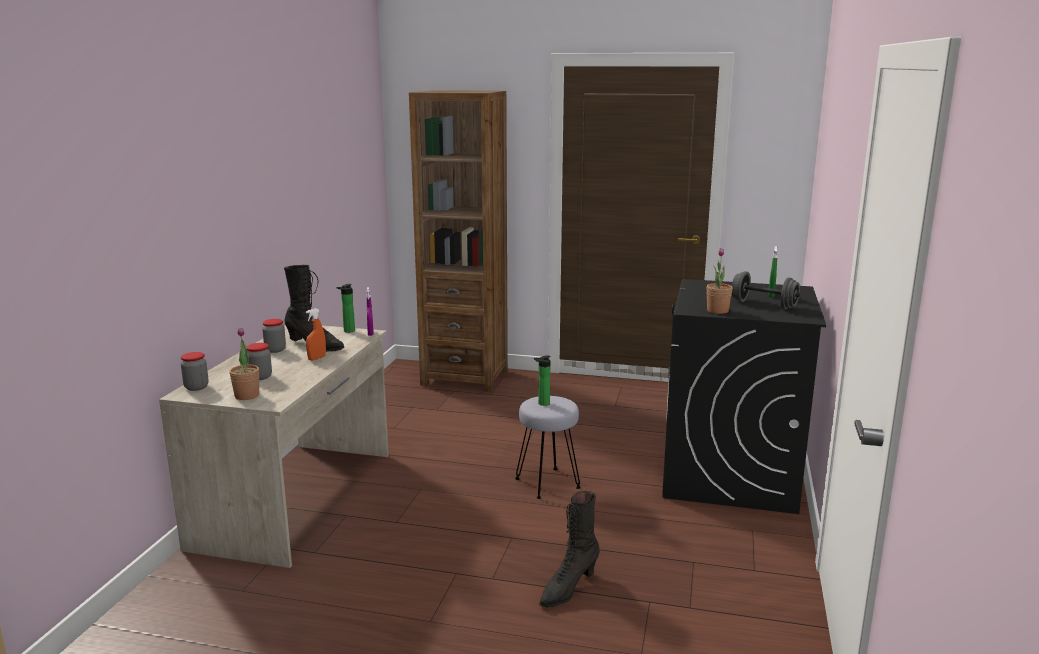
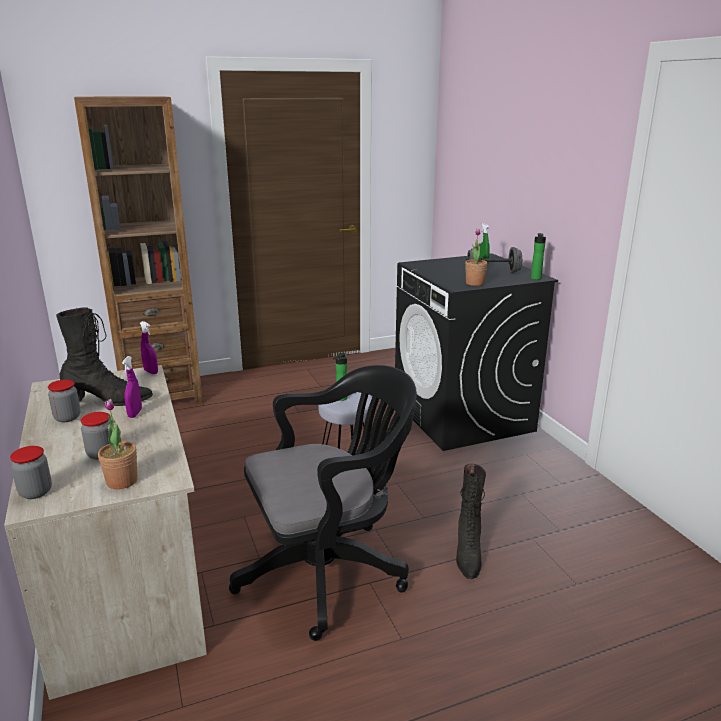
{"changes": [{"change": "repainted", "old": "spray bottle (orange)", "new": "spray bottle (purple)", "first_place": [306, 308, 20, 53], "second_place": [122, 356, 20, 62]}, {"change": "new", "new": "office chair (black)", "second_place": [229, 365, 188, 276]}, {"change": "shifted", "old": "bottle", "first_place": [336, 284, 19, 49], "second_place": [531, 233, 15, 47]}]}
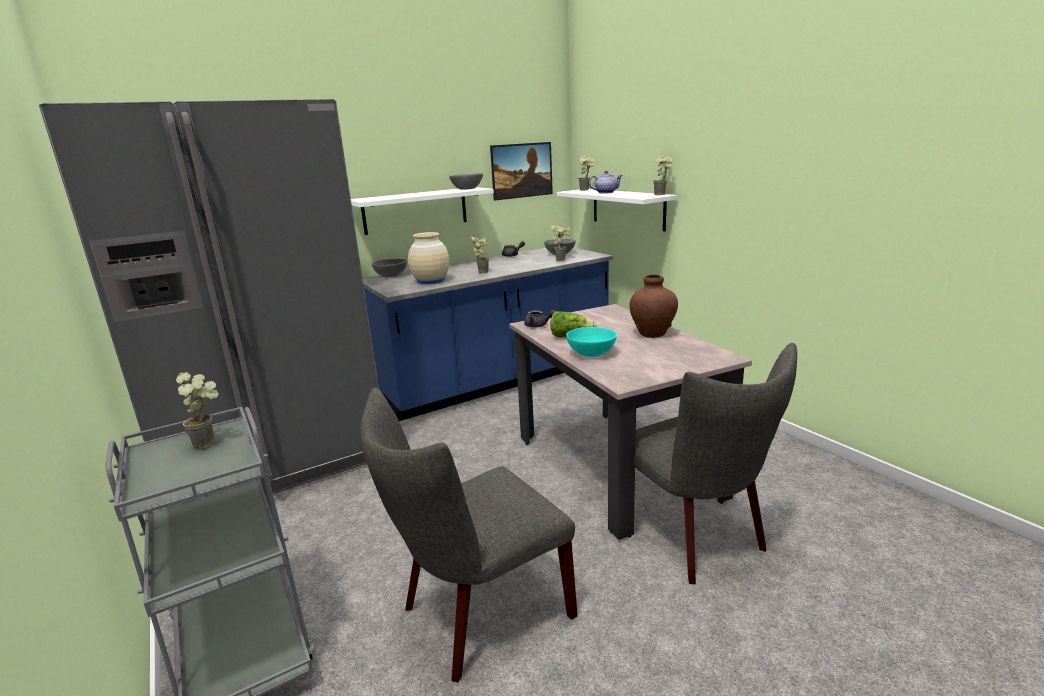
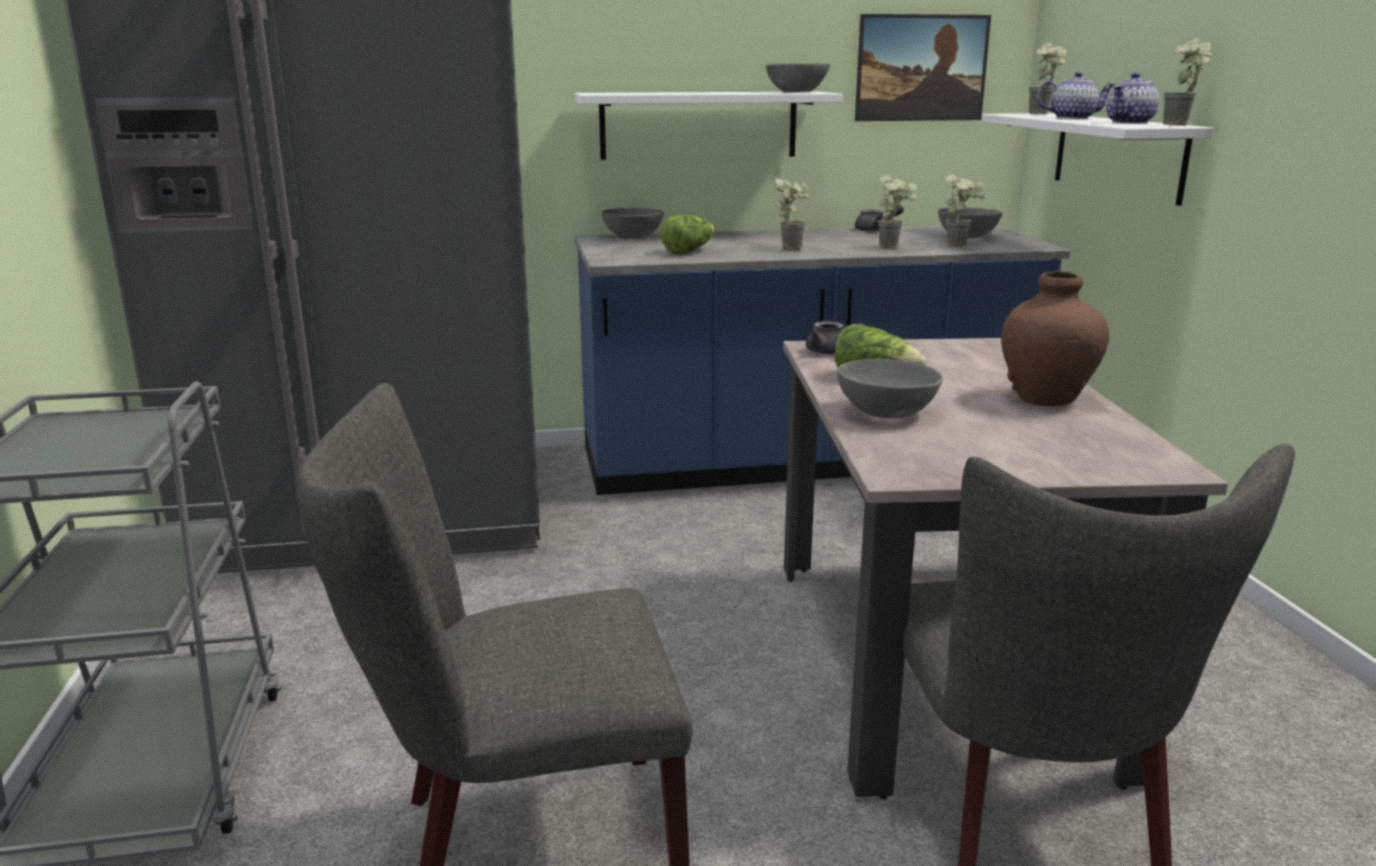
{"changes": [{"change": "swapped", "old": "vase (beige)", "new": "lettuce", "first_place": [408, 232, 41, 52], "second_place": [660, 215, 54, 40]}, {"change": "repainted", "old": "bowl (turquoise)", "new": "bowl (grey)", "first_place": [566, 327, 51, 30], "second_place": [837, 359, 106, 60]}, {"change": "shifted", "old": "potted plant", "first_place": [176, 372, 43, 77], "second_place": [878, 174, 39, 75]}, {"change": "new", "new": "teapot", "second_place": [1106, 73, 53, 51]}]}
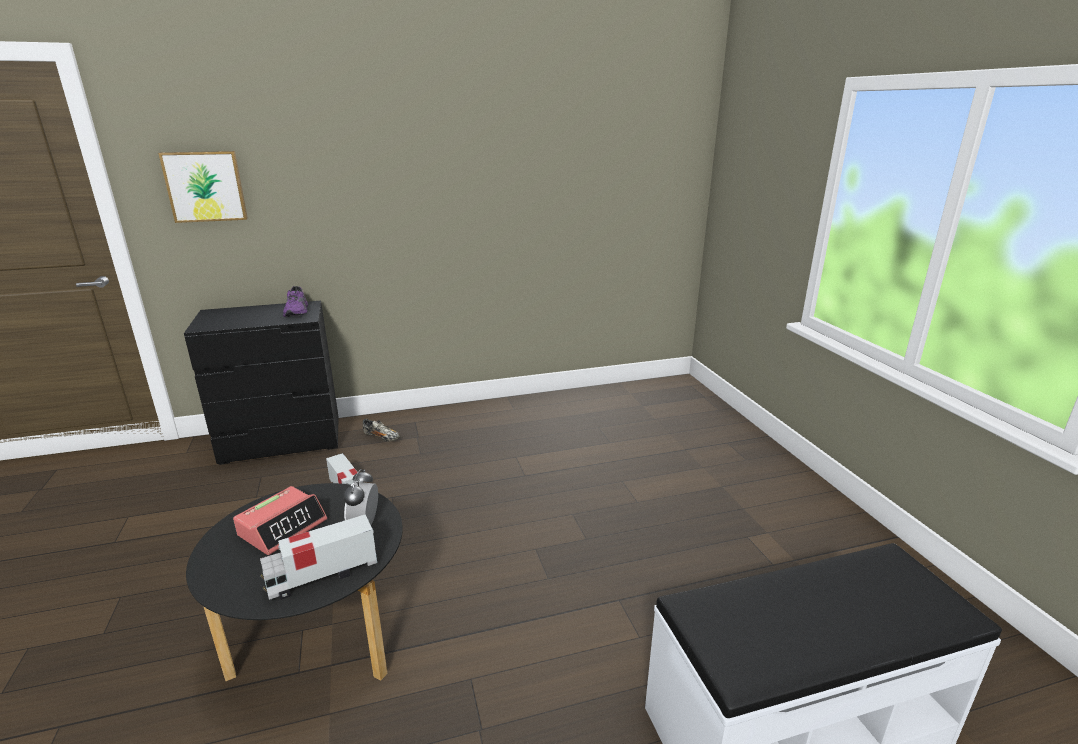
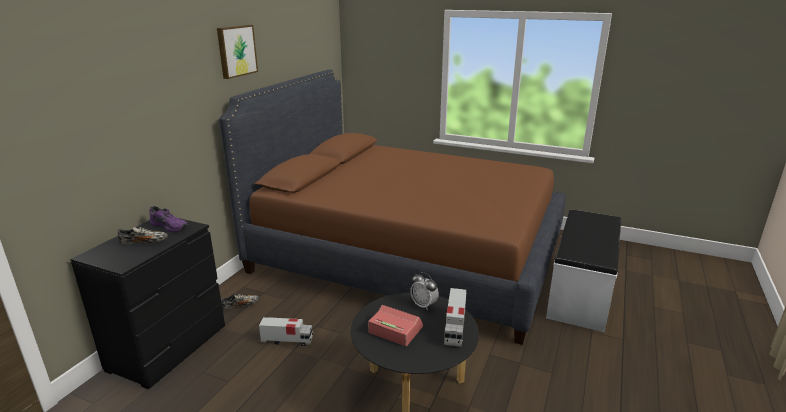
{"changes": [{"change": "new", "new": "shoe", "second_place": [117, 227, 51, 18]}, {"change": "shifted", "old": "picture", "first_place": [158, 151, 90, 72], "second_place": [217, 25, 41, 54]}, {"change": "new", "new": "bed (brown)", "second_place": [219, 69, 347, 276]}, {"change": "rotated", "old": "alarm clock", "first_place": [233, 486, 94, 69], "second_place": [368, 305, 55, 41], "degrees": -45}]}
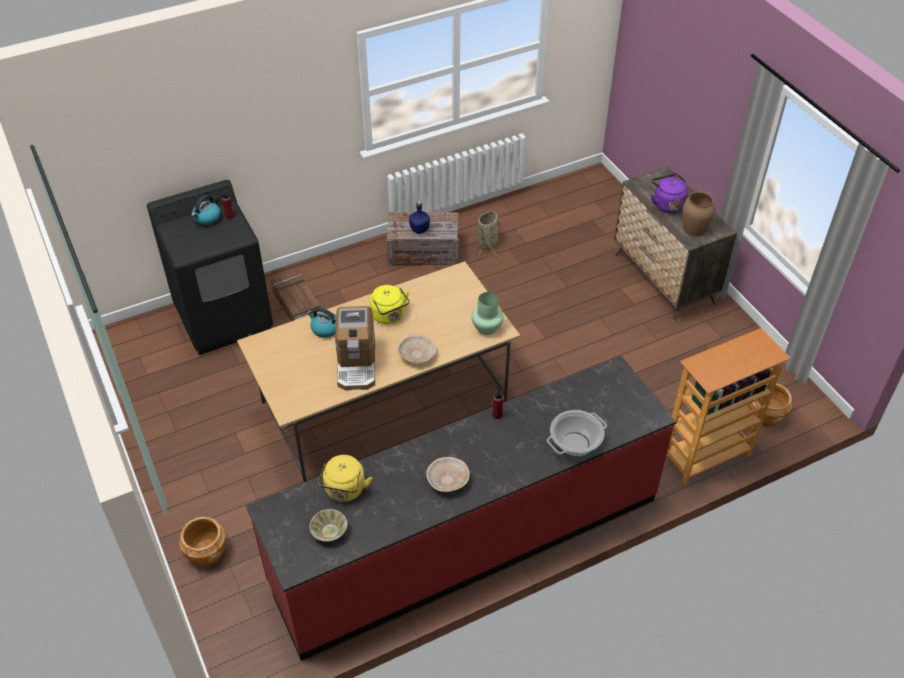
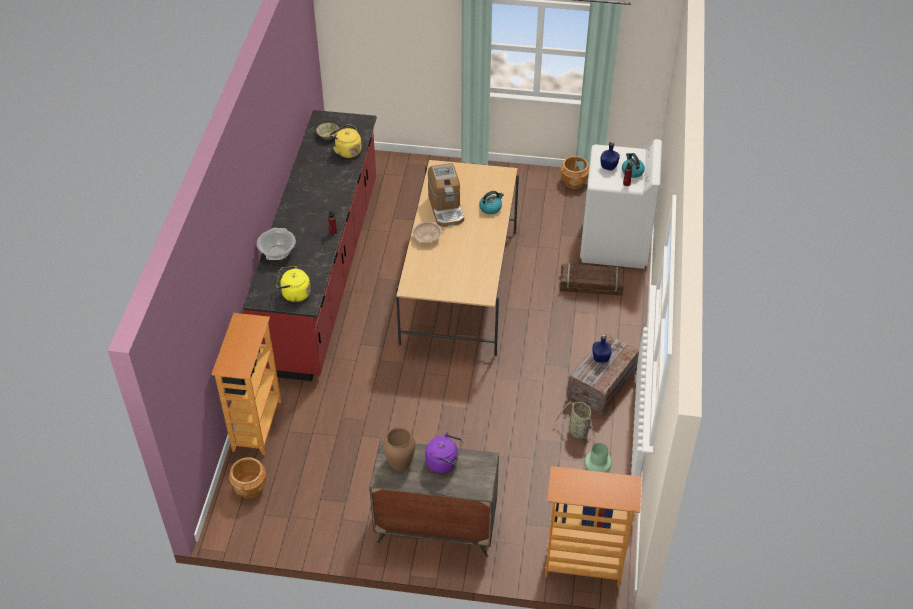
{"changes": [{"change": "shifted", "old": "kettle (yellow)", "first_place": [370, 285, 40, 39], "second_place": [276, 266, 35, 36]}, {"change": "rotated", "old": "coffee machine", "first_place": [335, 306, 40, 85], "second_place": [428, 163, 36, 64], "degrees": -135}, {"change": "new", "new": "bookcase", "second_place": [545, 466, 97, 121]}, {"change": "shifted", "old": "planter (brown)", "first_place": [179, 517, 47, 49], "second_place": [560, 156, 29, 33]}, {"change": "repainted", "old": "washing machine (black)", "new": "washing machine (white)", "first_place": [147, 180, 126, 175], "second_place": [580, 139, 82, 130]}, {"change": "shifted", "old": "vase (green)", "first_place": [471, 292, 33, 43], "second_place": [585, 443, 27, 30]}, {"change": "new", "new": "bottle (blue)", "second_place": [601, 141, 19, 30]}, {"change": "gone", "old": "bowl (beige)", "first_place": [426, 457, 44, 35]}]}
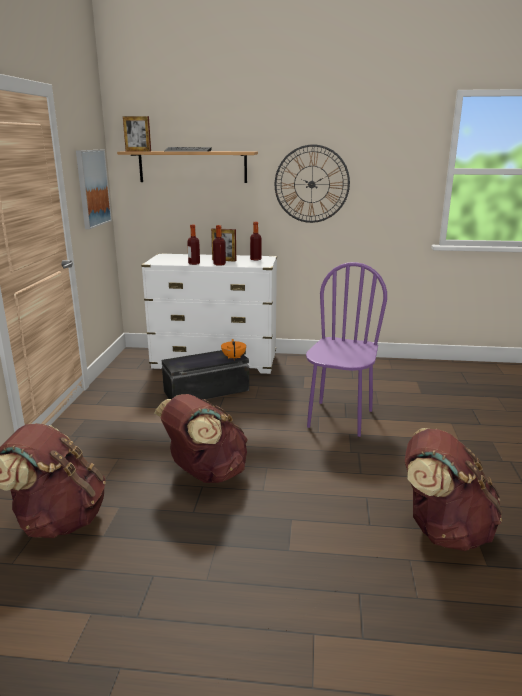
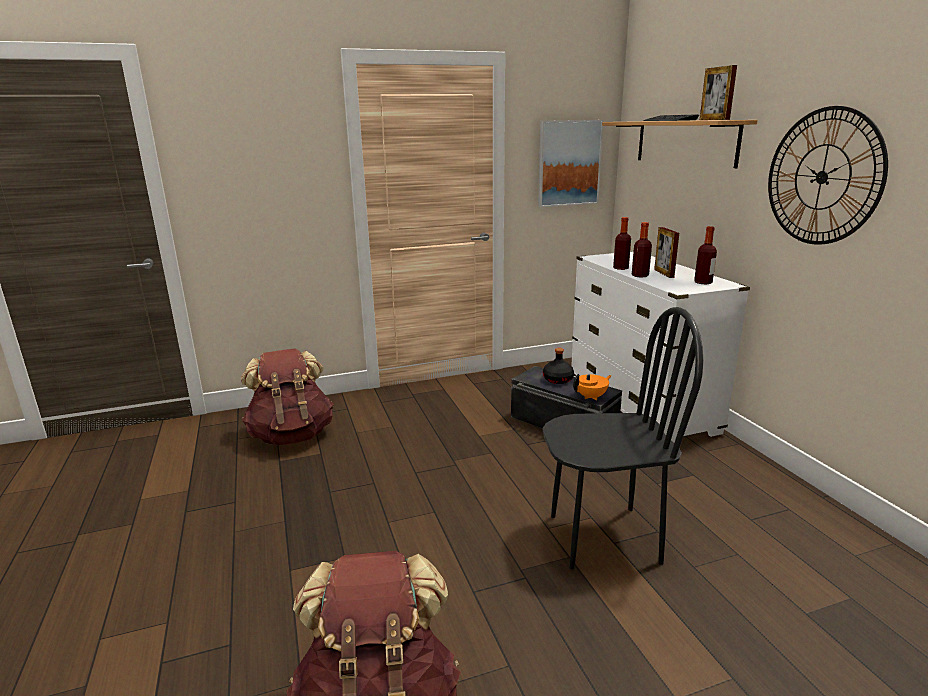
{"changes": [{"change": "repainted", "old": "chair (purple)", "new": "chair (black)", "first_place": [306, 262, 81, 175], "second_place": [543, 307, 160, 263]}, {"change": "new", "new": "bottle (black)", "second_place": [543, 348, 31, 36]}, {"change": "shifted", "old": "picture frame", "first_place": [123, 116, 28, 35], "second_place": [700, 65, 37, 55]}, {"change": "gone", "old": "backpack (brown)", "first_place": [154, 394, 94, 89]}]}
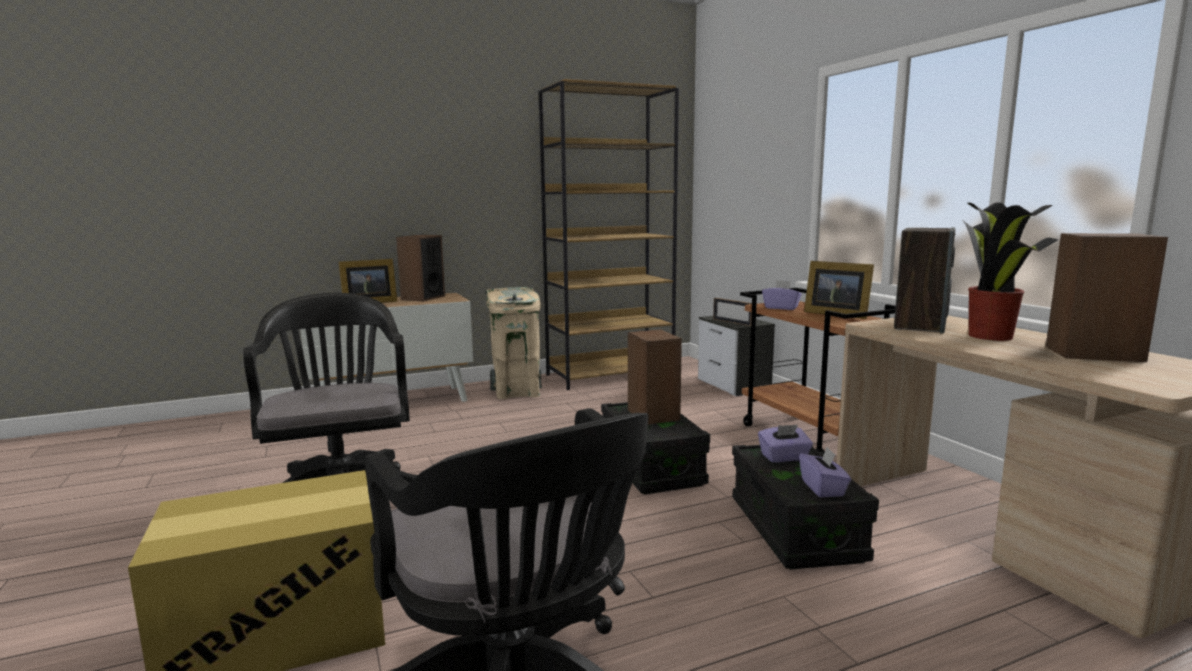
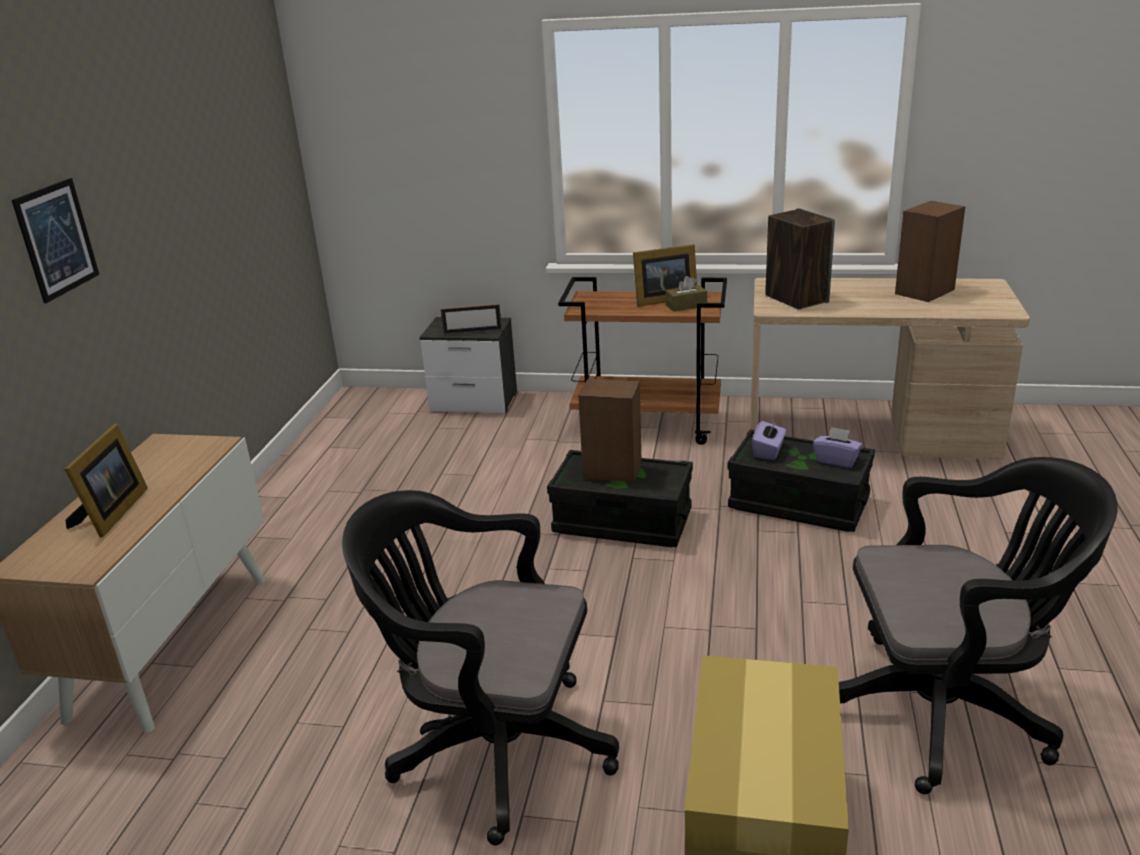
{"changes": [{"change": "new", "new": "picture", "second_place": [12, 178, 87, 125]}, {"change": "new", "new": "tissue box (brown)", "second_place": [666, 276, 41, 36]}, {"change": "gone", "old": "speaker", "first_place": [396, 235, 49, 67]}, {"change": "gone", "old": "trash can (beige)", "first_place": [485, 287, 57, 112]}, {"change": "gone", "old": "bookcase (brown)", "first_place": [539, 79, 140, 311]}, {"change": "gone", "old": "tissue box (purple)", "first_place": [762, 280, 40, 30]}, {"change": "gone", "old": "potted plant", "first_place": [963, 202, 96, 139]}]}
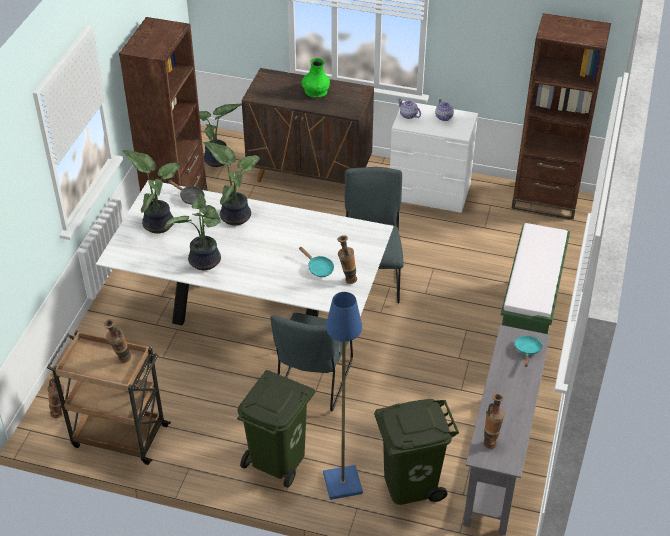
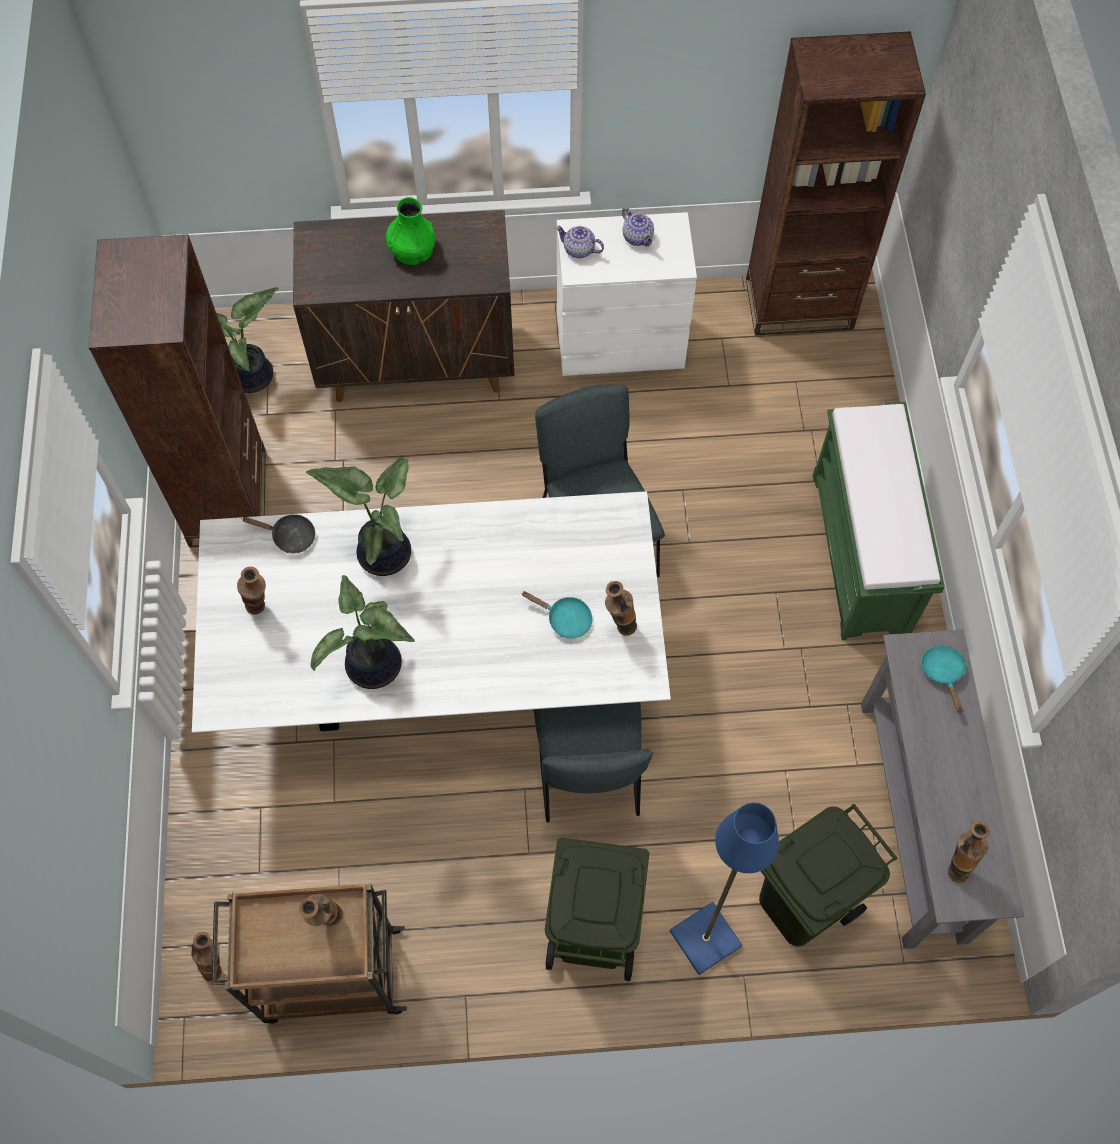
{"changes": [{"change": "swapped", "old": "potted plant", "new": "vase", "first_place": [122, 150, 59, 84], "second_place": [237, 567, 29, 48]}]}
